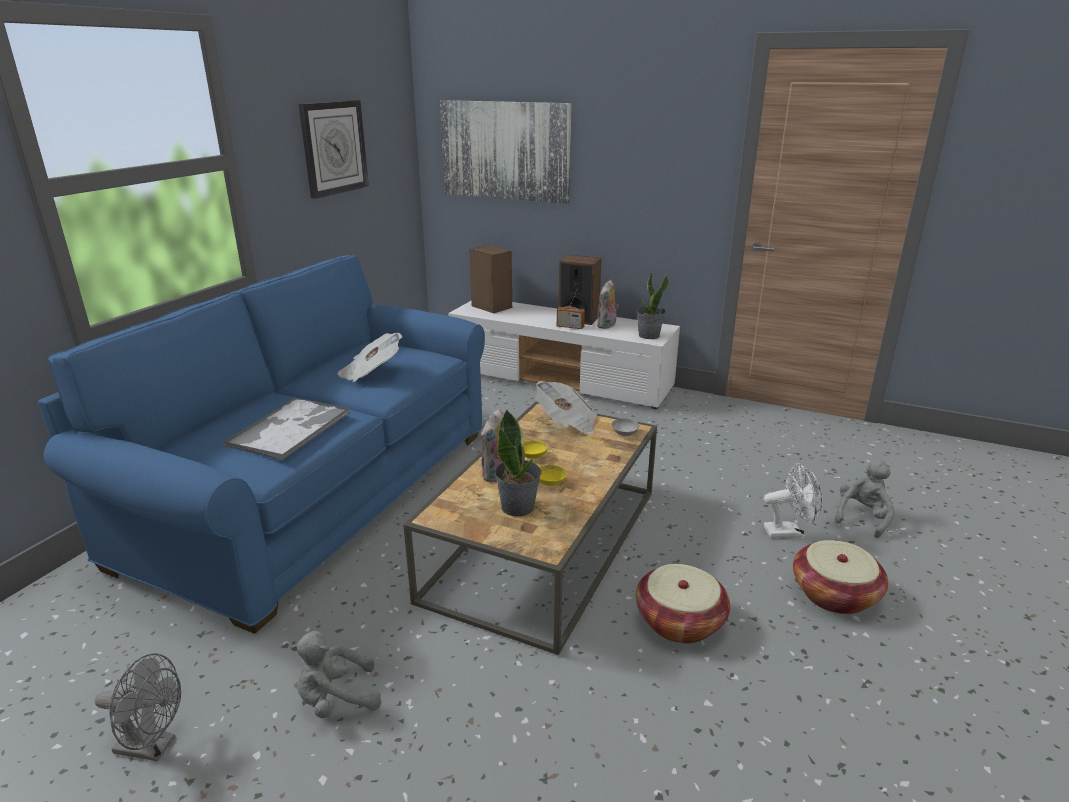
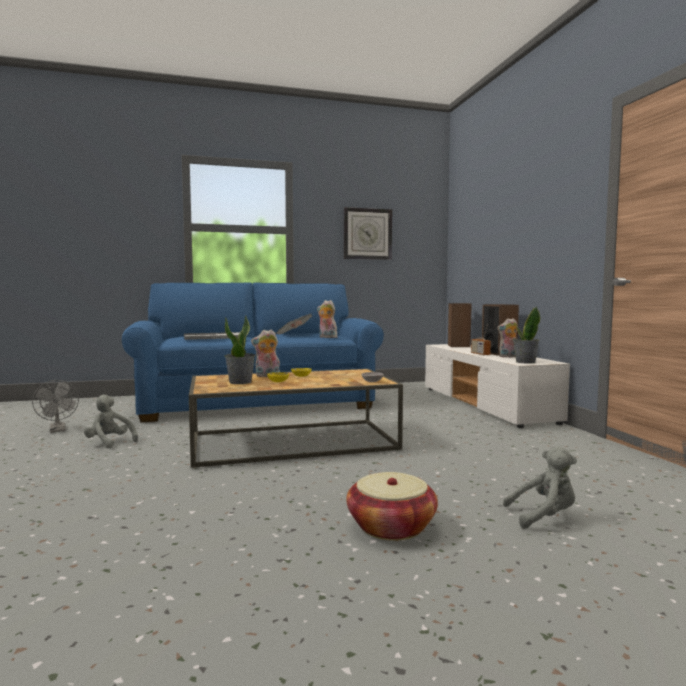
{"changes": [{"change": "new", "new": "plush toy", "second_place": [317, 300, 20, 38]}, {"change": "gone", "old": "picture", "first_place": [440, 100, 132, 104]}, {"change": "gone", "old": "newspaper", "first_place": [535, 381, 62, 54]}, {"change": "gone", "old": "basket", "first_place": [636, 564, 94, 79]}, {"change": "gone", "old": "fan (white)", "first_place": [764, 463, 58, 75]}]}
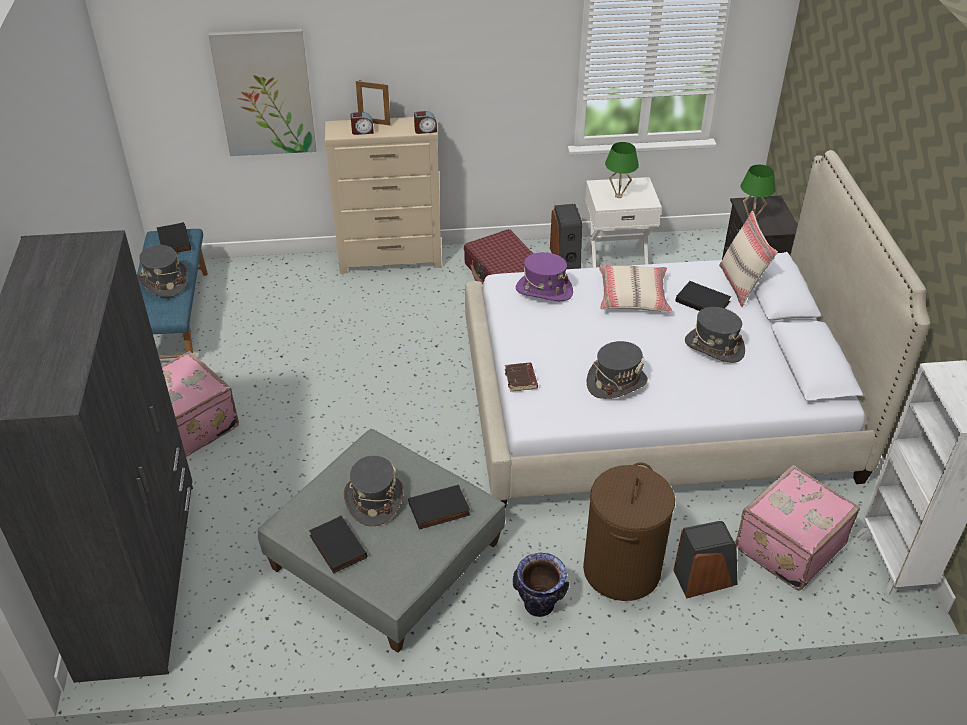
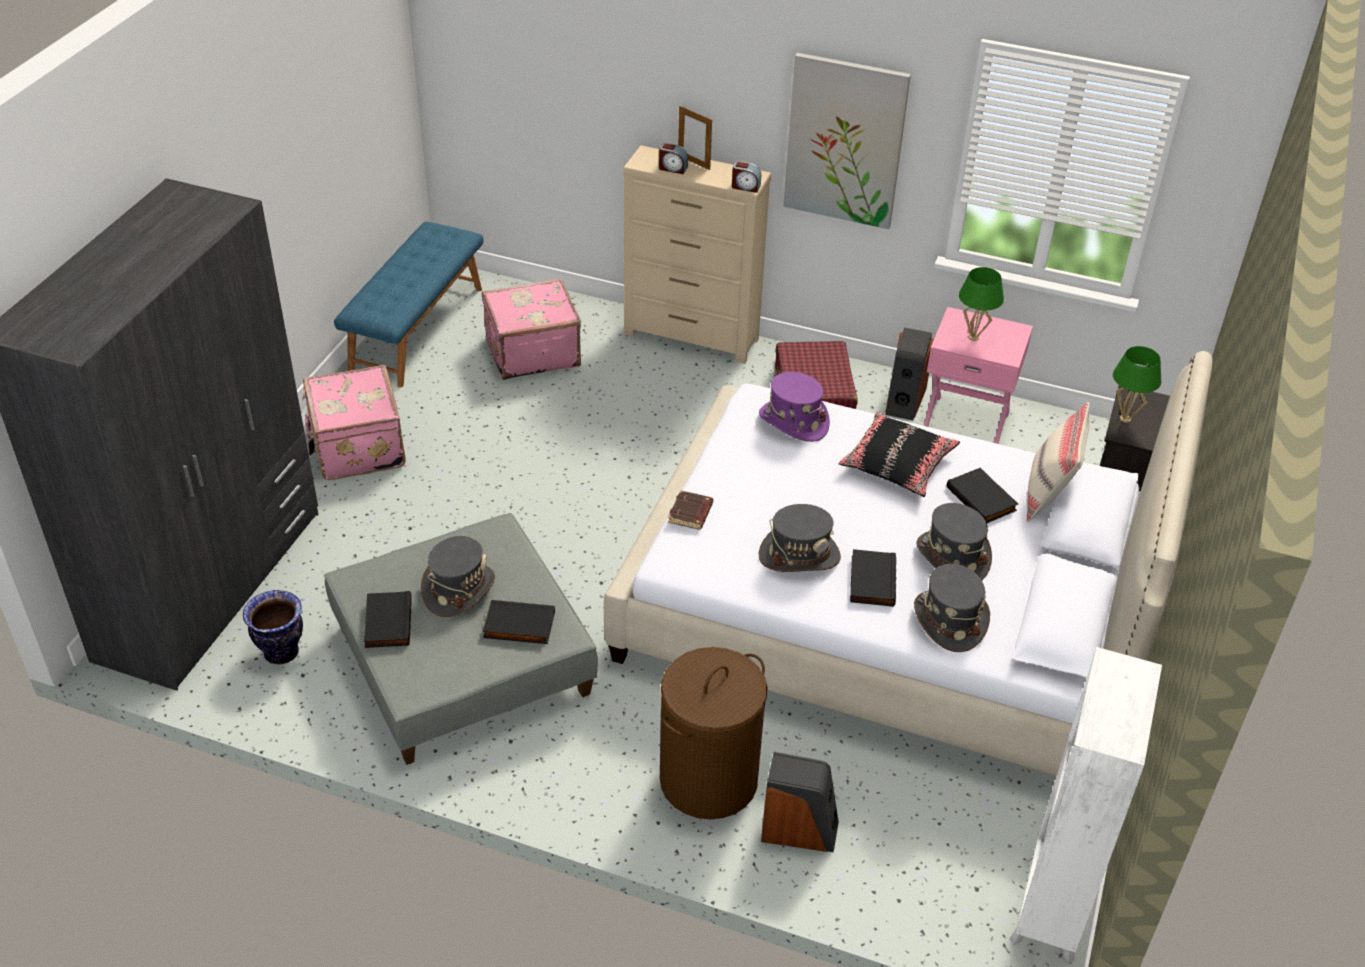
{"changes": [{"change": "shifted", "old": "vase", "first_place": [513, 553, 56, 64], "second_place": [243, 590, 60, 74]}, {"change": "shifted", "old": "suitcase (pink)", "first_place": [735, 465, 125, 126], "second_place": [482, 278, 99, 102]}, {"change": "shifted", "old": "picture", "first_place": [208, 29, 108, 127], "second_place": [783, 53, 128, 176]}, {"change": "repainted", "old": "pillow (beige)", "new": "pillow (black)", "first_place": [598, 265, 75, 47], "second_place": [839, 412, 121, 85]}, {"change": "shifted", "old": "book (black)", "first_place": [157, 222, 34, 31], "second_place": [850, 549, 46, 58]}, {"change": "shifted", "old": "hat (grey)", "first_place": [137, 245, 51, 52], "second_place": [914, 564, 76, 88]}, {"change": "repainted", "old": "nightstand (white)", "new": "nightstand (pink)", "first_place": [585, 177, 77, 91], "second_place": [924, 307, 109, 137]}]}
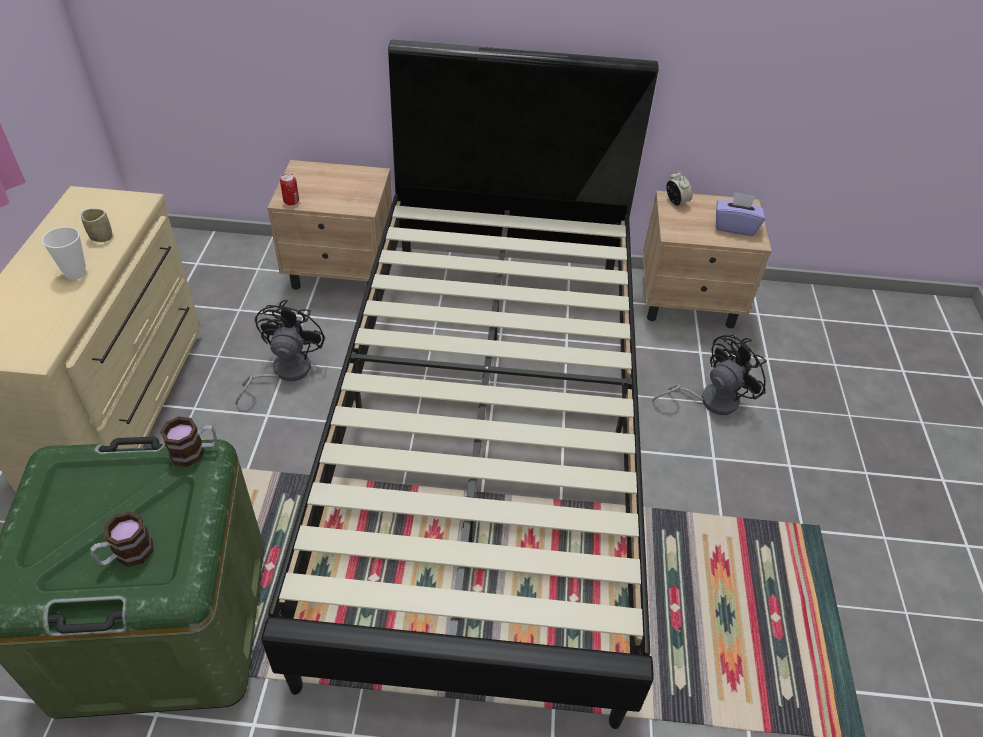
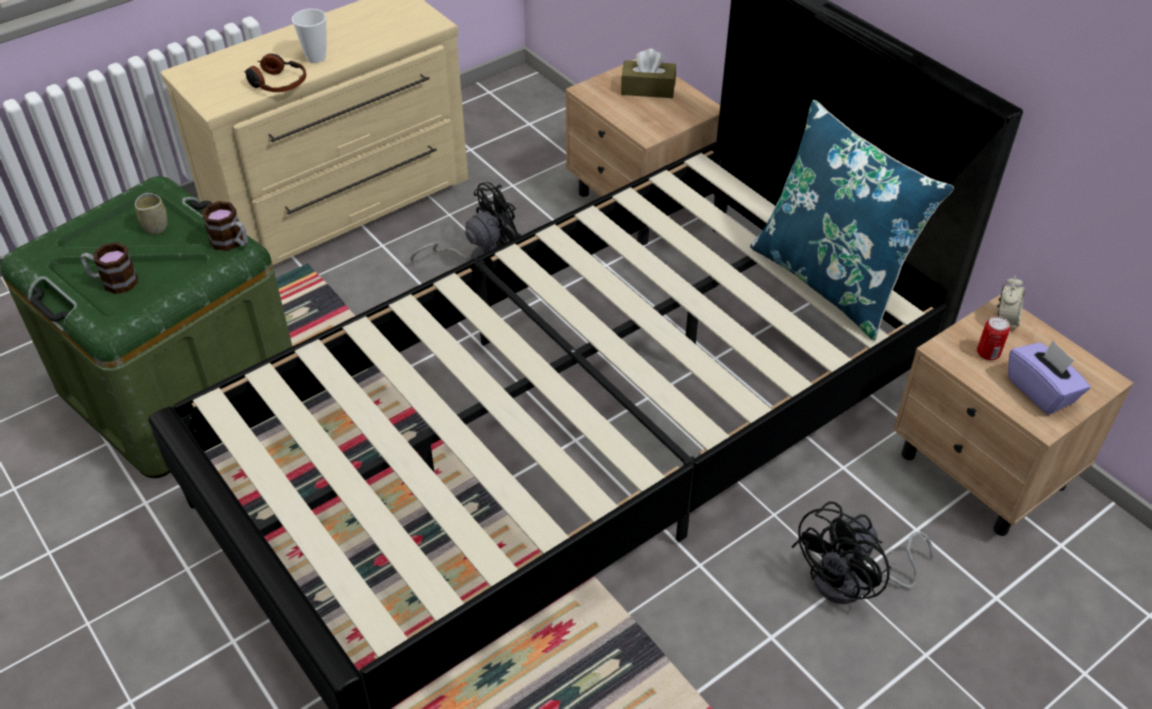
{"changes": [{"change": "shifted", "old": "cup", "first_place": [81, 209, 31, 33], "second_place": [135, 193, 33, 41]}, {"change": "new", "new": "headphones", "second_place": [244, 54, 62, 38]}, {"change": "new", "new": "tissue box (brown)", "second_place": [621, 49, 55, 49]}, {"change": "new", "new": "pillow (blue)", "second_place": [750, 100, 204, 240]}, {"change": "rotated", "old": "fan (black)", "first_place": [652, 335, 115, 80], "second_place": [791, 501, 142, 103], "degrees": 120}, {"change": "shifted", "old": "can", "first_place": [280, 174, 19, 31], "second_place": [977, 316, 33, 44]}]}
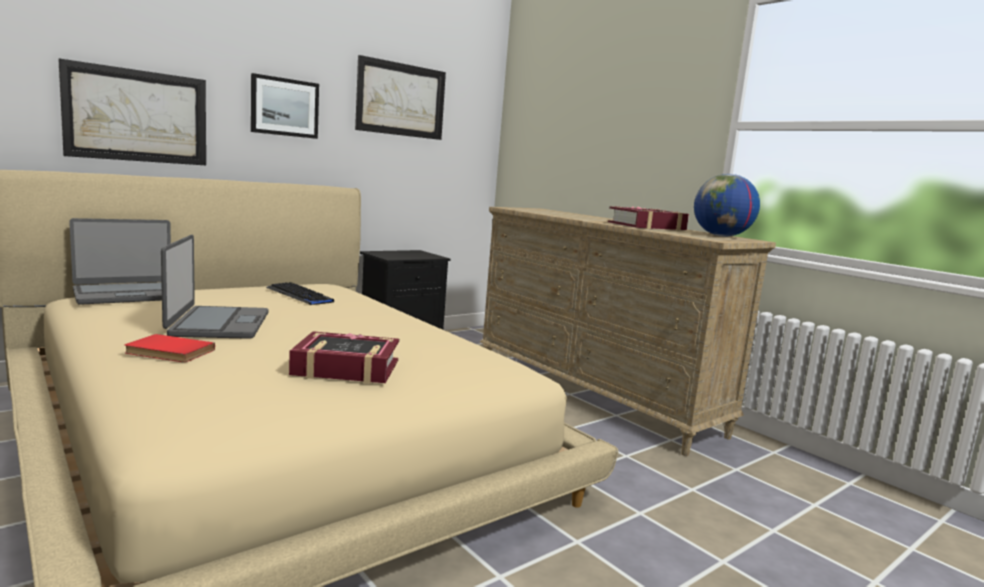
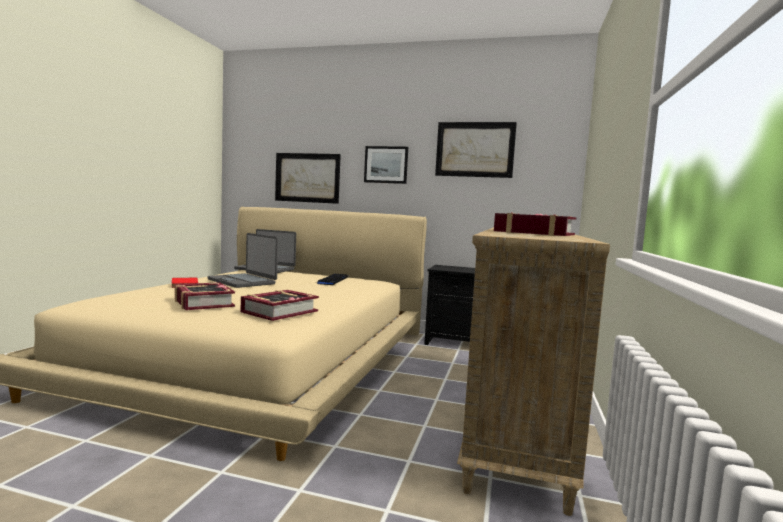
{"changes": [{"change": "rotated", "old": "laptop", "first_place": [161, 235, 108, 104], "second_place": [208, 233, 70, 55], "degrees": 90}, {"change": "new", "new": "book", "second_place": [241, 290, 78, 31]}, {"change": "gone", "old": "globe", "first_place": [694, 174, 66, 63]}]}
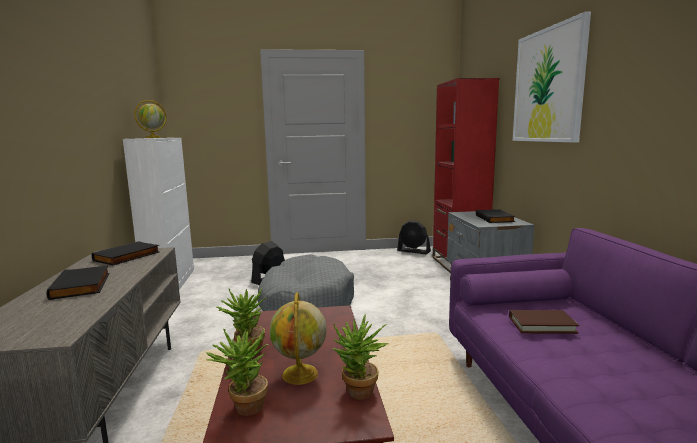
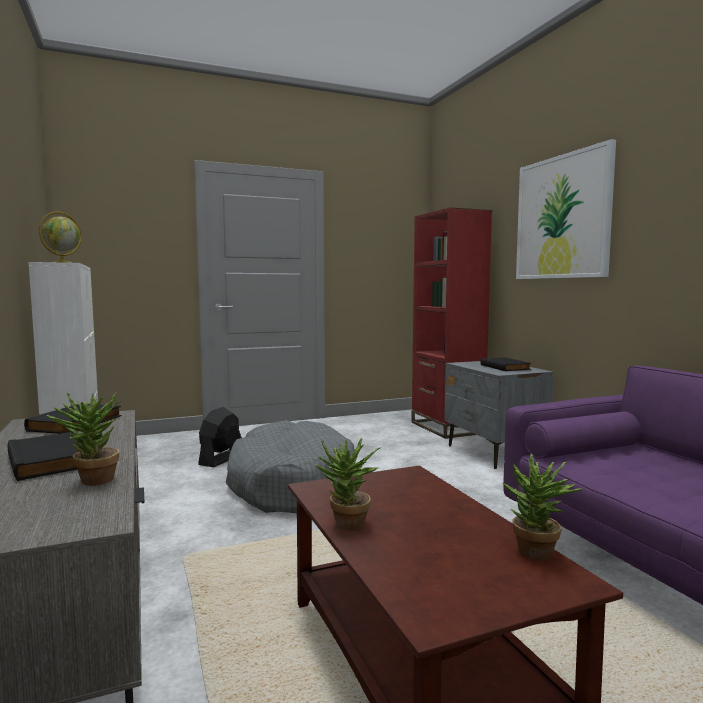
{"changes": [{"change": "shifted", "old": "potted plant", "first_place": [206, 328, 62, 88], "second_place": [47, 392, 74, 94]}, {"change": "gone", "old": "globe", "first_place": [270, 292, 57, 93]}, {"change": "gone", "old": "fan (black)", "first_place": [397, 220, 34, 34]}, {"change": "gone", "old": "book (brown)", "first_place": [509, 310, 70, 24]}]}
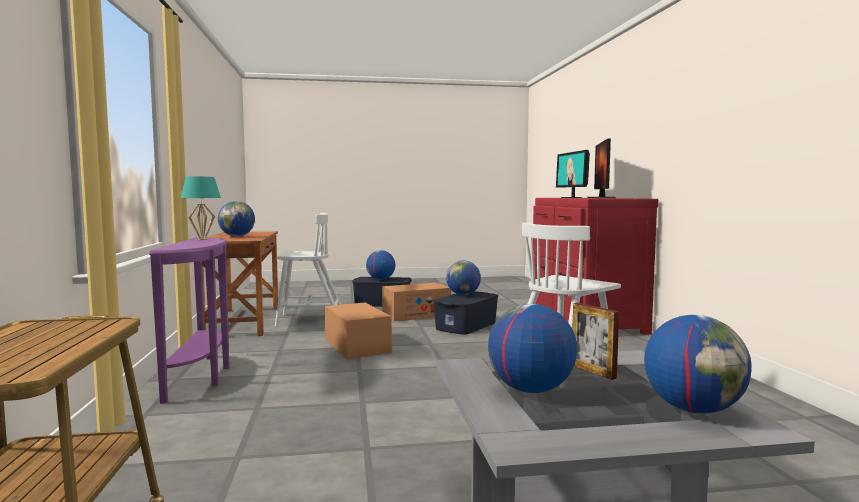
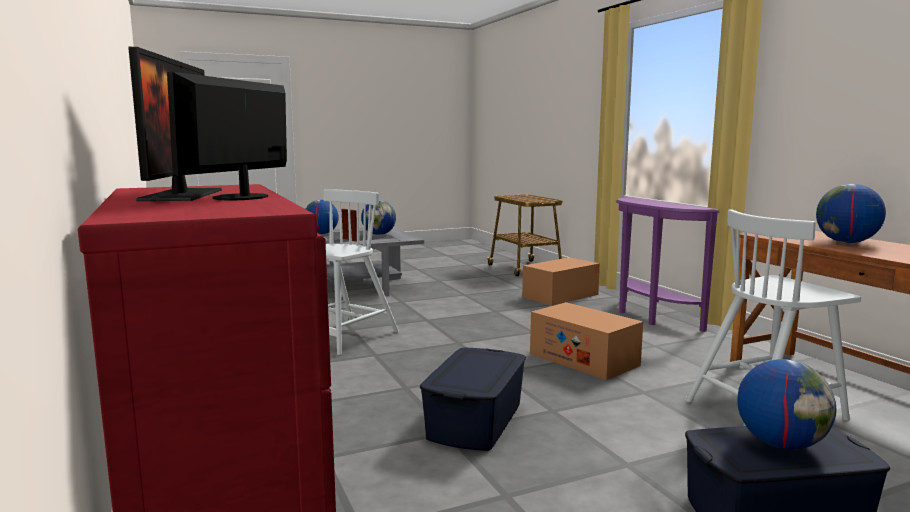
{"changes": [{"change": "rotated", "old": "monitor", "first_place": [556, 150, 34, 48], "second_place": [167, 72, 120, 129], "degrees": -135}, {"change": "shifted", "old": "cardboard box", "first_place": [382, 283, 69, 38], "second_place": [522, 257, 78, 49]}, {"change": "gone", "old": "table lamp (turquoise)", "first_place": [181, 177, 40, 63]}, {"change": "gone", "old": "globe", "first_place": [446, 260, 35, 35]}]}
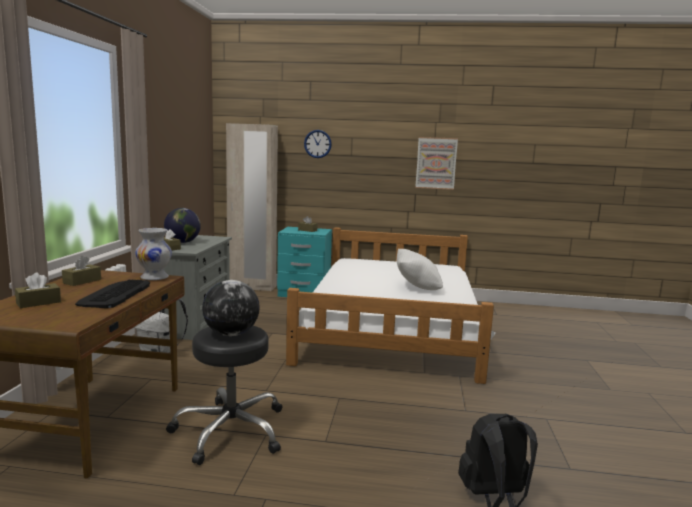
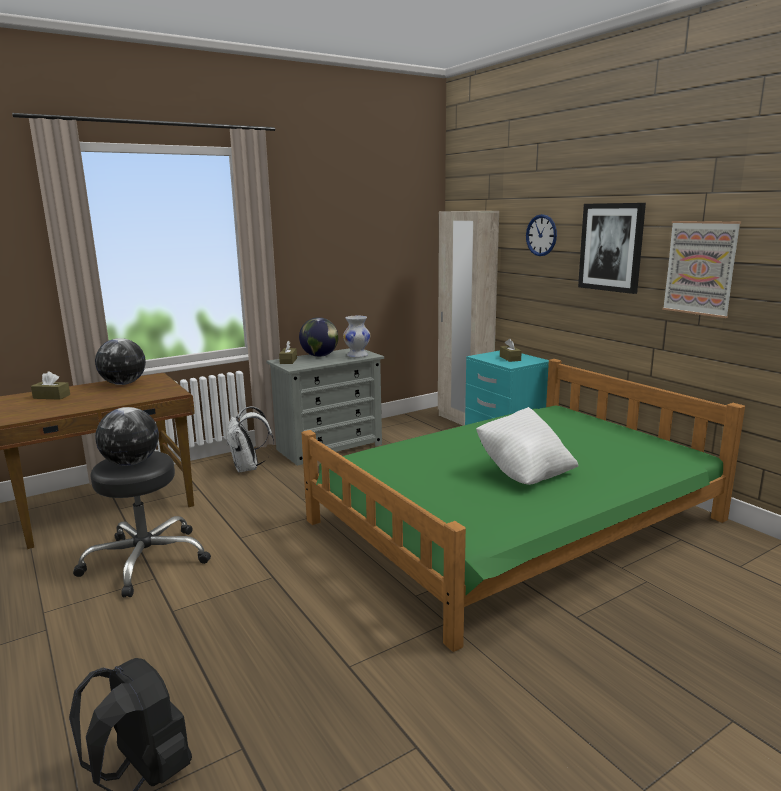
{"changes": [{"change": "swapped", "old": "tissue box (brown)", "new": "globe", "first_place": [62, 256, 39, 30], "second_place": [95, 338, 51, 47]}, {"change": "repainted", "old": "bed (white)", "new": "bed (green)", "first_place": [286, 227, 210, 157], "second_place": [301, 359, 444, 293]}, {"change": "shifted", "old": "vase (white)", "first_place": [135, 228, 37, 52], "second_place": [343, 316, 27, 42]}, {"change": "new", "new": "picture", "second_place": [578, 203, 68, 91]}, {"change": "gone", "old": "keyboard", "first_place": [75, 280, 75, 28]}]}
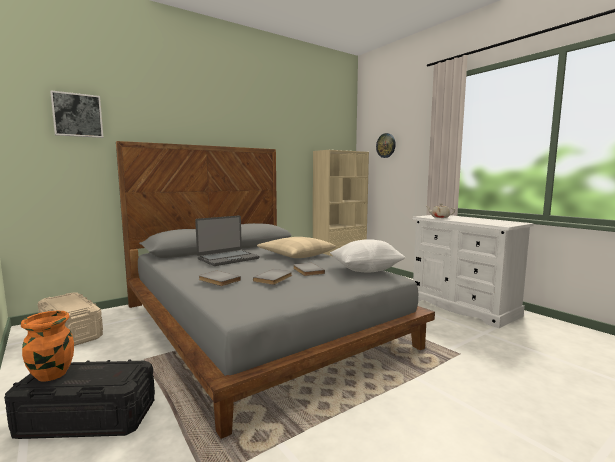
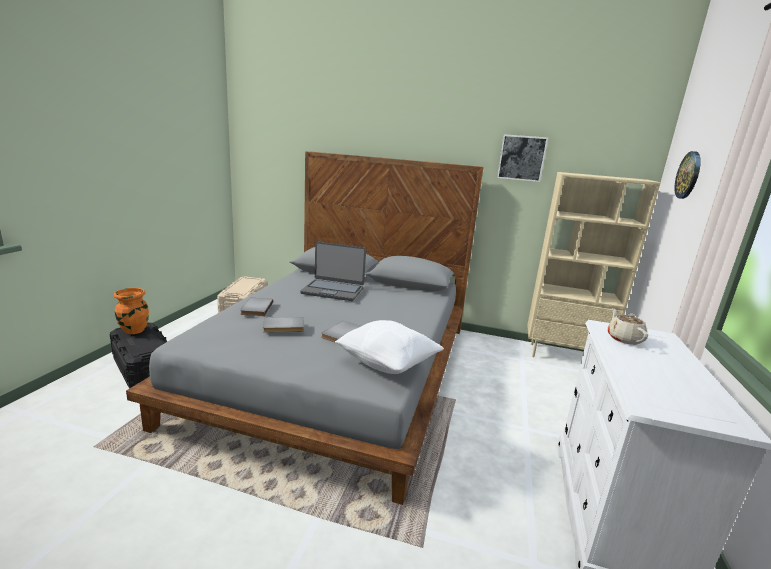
{"changes": [{"change": "shifted", "old": "picture", "first_place": [50, 90, 53, 48], "second_place": [497, 134, 51, 48]}, {"change": "gone", "old": "pillow (beige)", "first_place": [257, 237, 79, 21]}]}
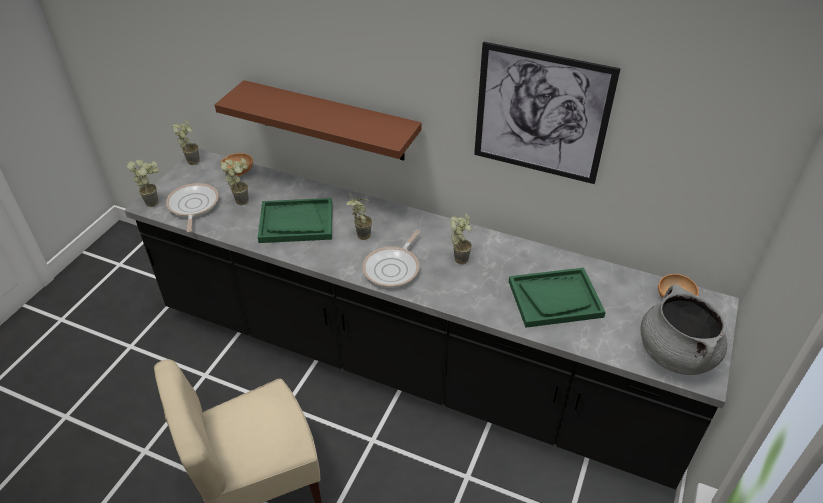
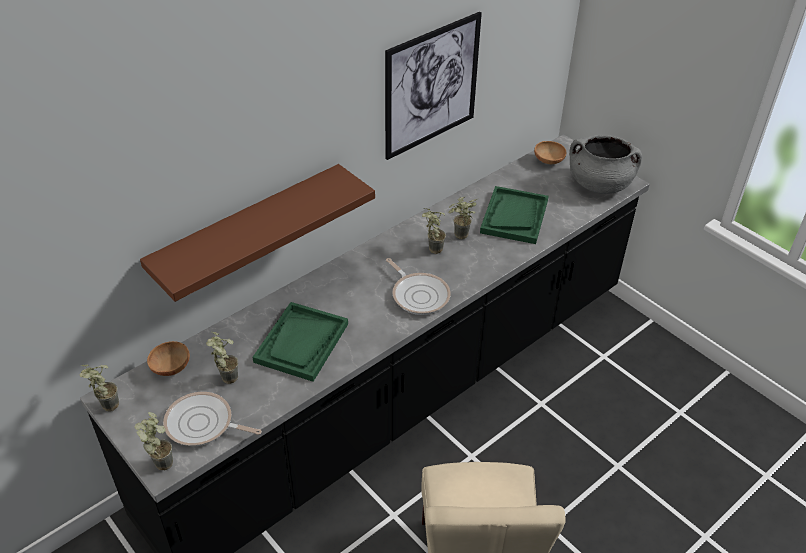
{"changes": [{"change": "shifted", "old": "potted plant", "first_place": [346, 196, 26, 44], "second_place": [448, 197, 30, 42]}]}
